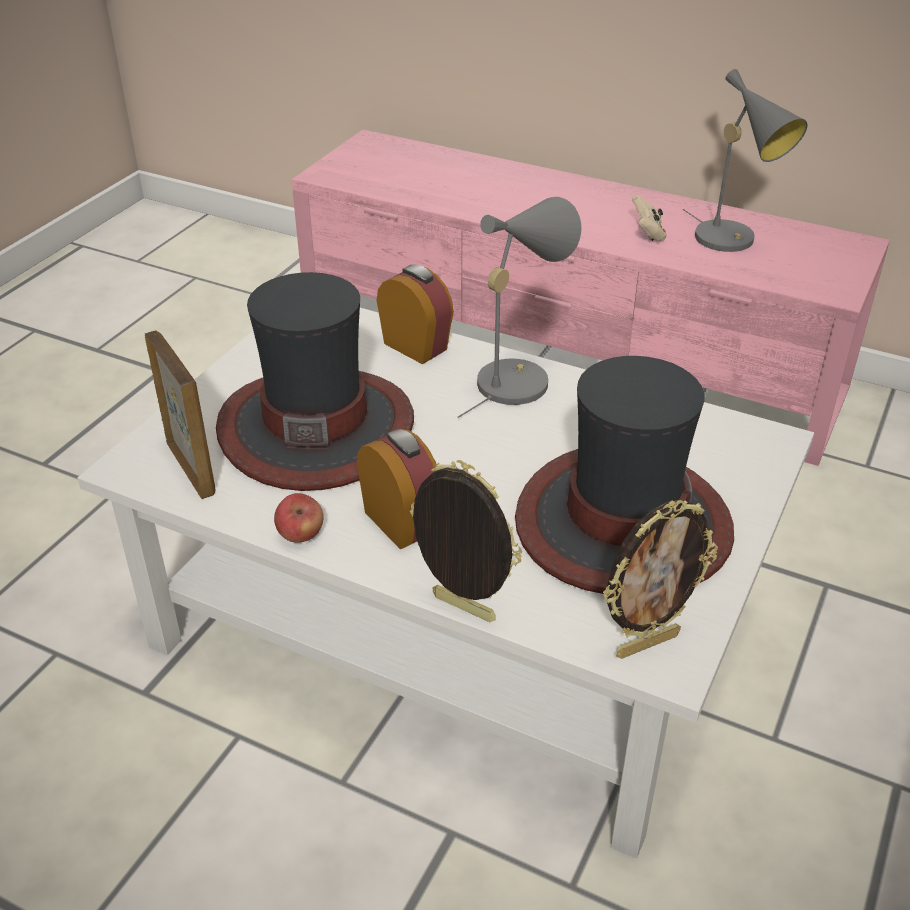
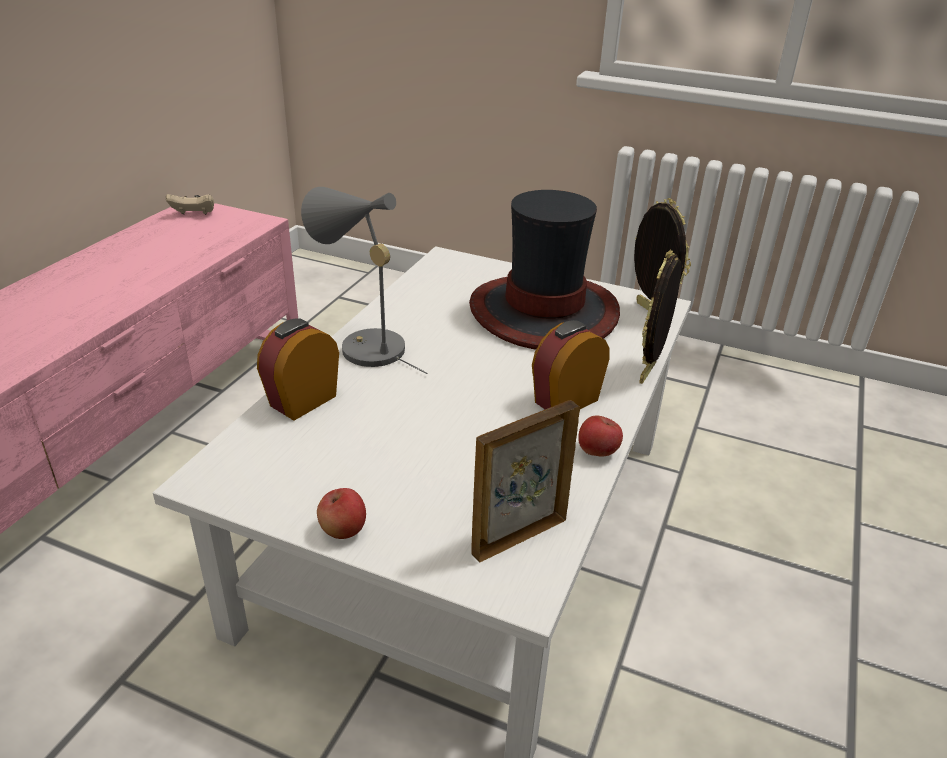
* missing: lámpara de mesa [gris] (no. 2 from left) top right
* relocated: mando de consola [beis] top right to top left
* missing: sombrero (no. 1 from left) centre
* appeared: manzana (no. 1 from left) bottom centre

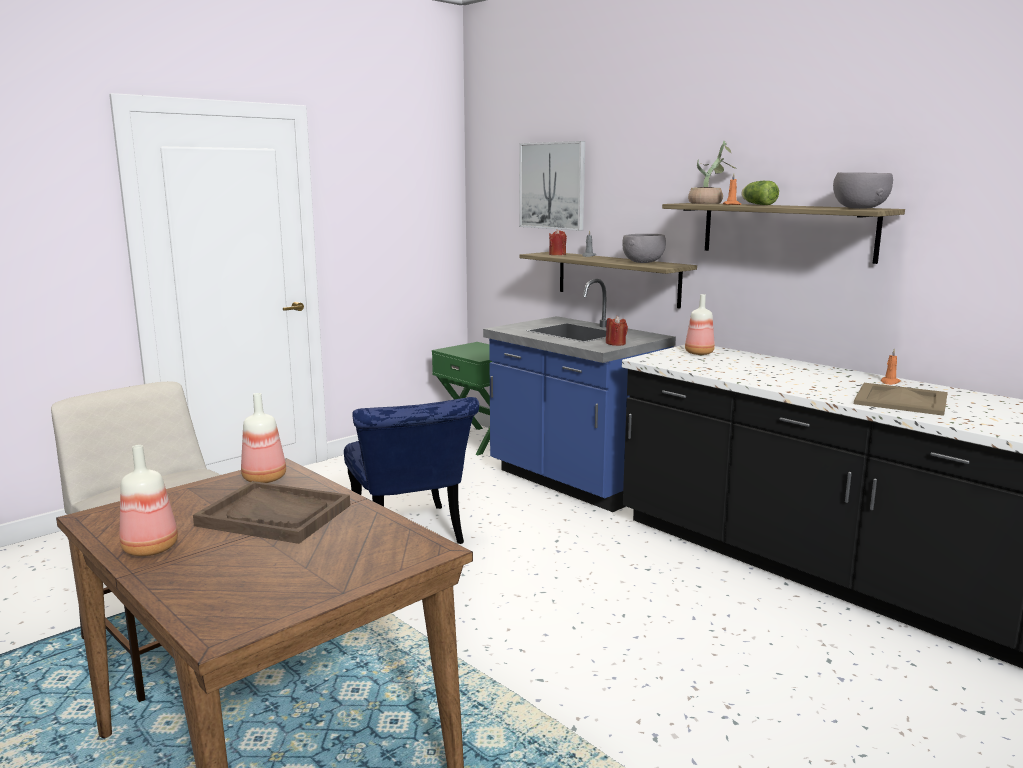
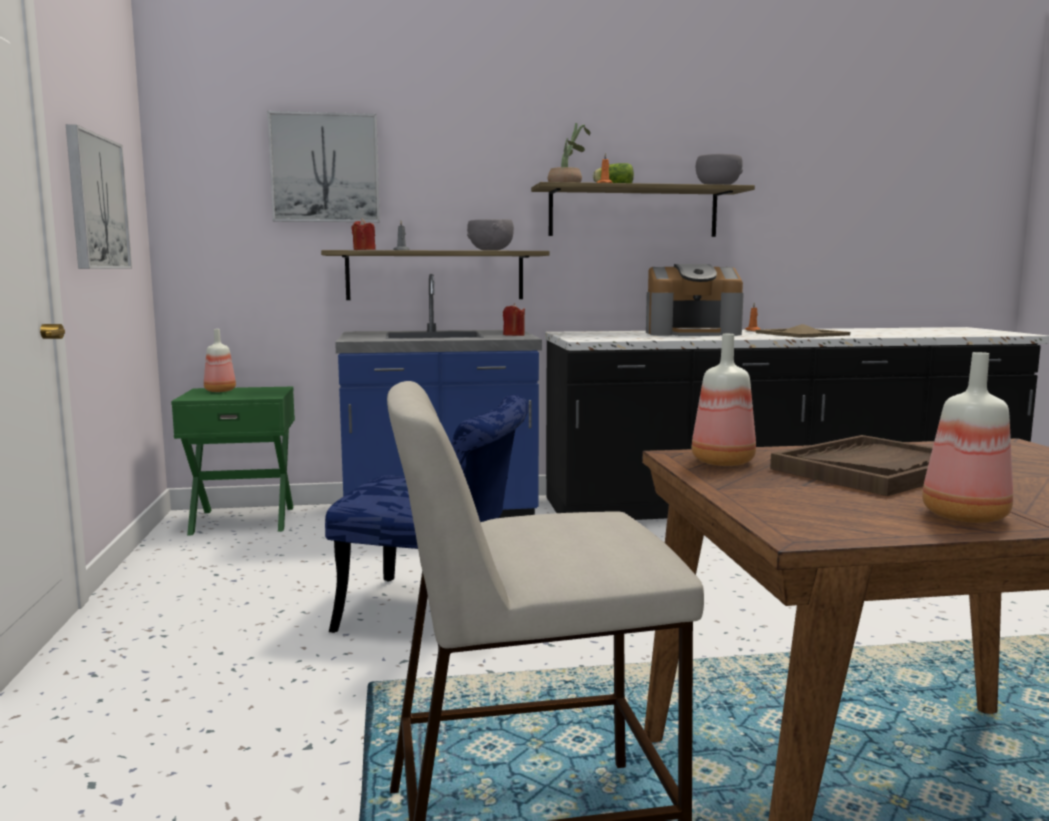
* relocated: botella (no. 3 from left in the first image) middle right to botella (no. 1 from left) middle left
* appeared: cuadro (no. 1 from left) top left
* appeared: cafetera centre

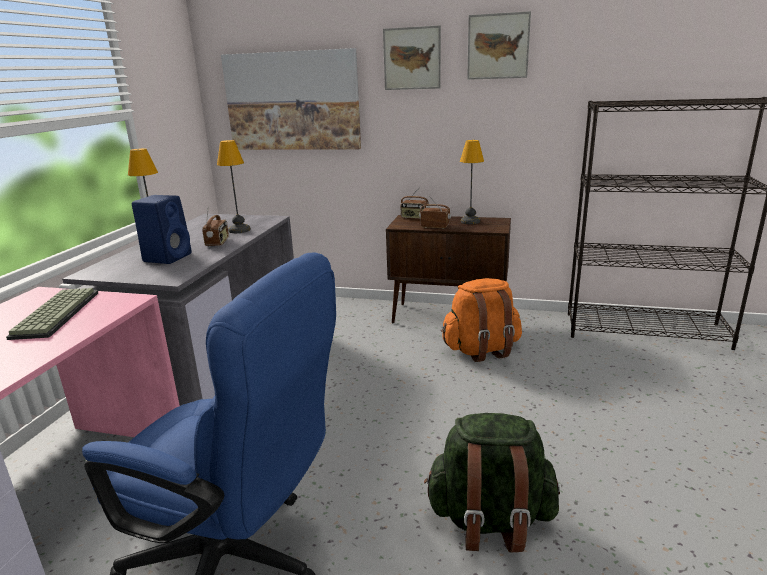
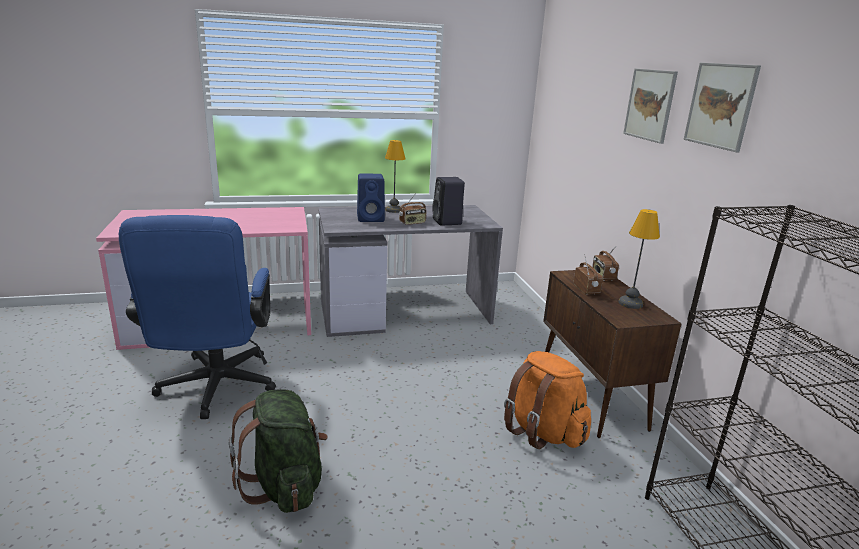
* missing: cuadro (no. 1 from left) top centre
* exchanged: lámpara de mesa (no. 2 from left) top left to altavoz [negro] centre
* missing: teclado middle left

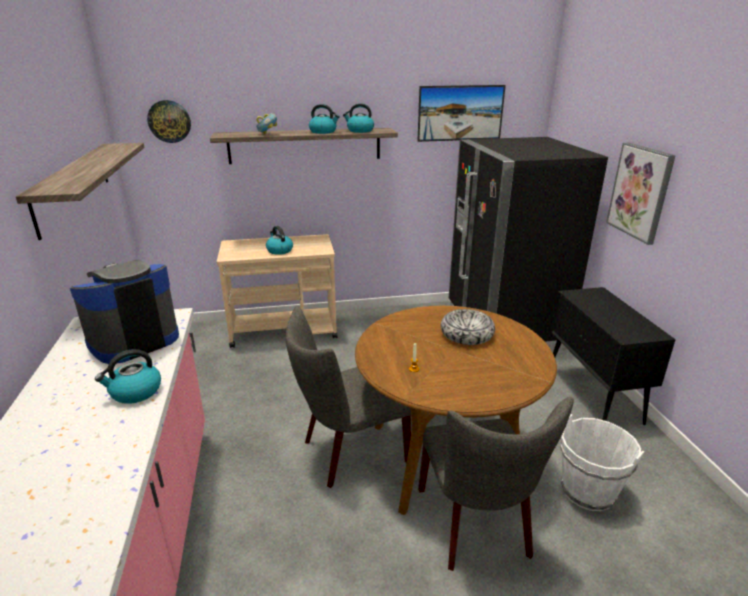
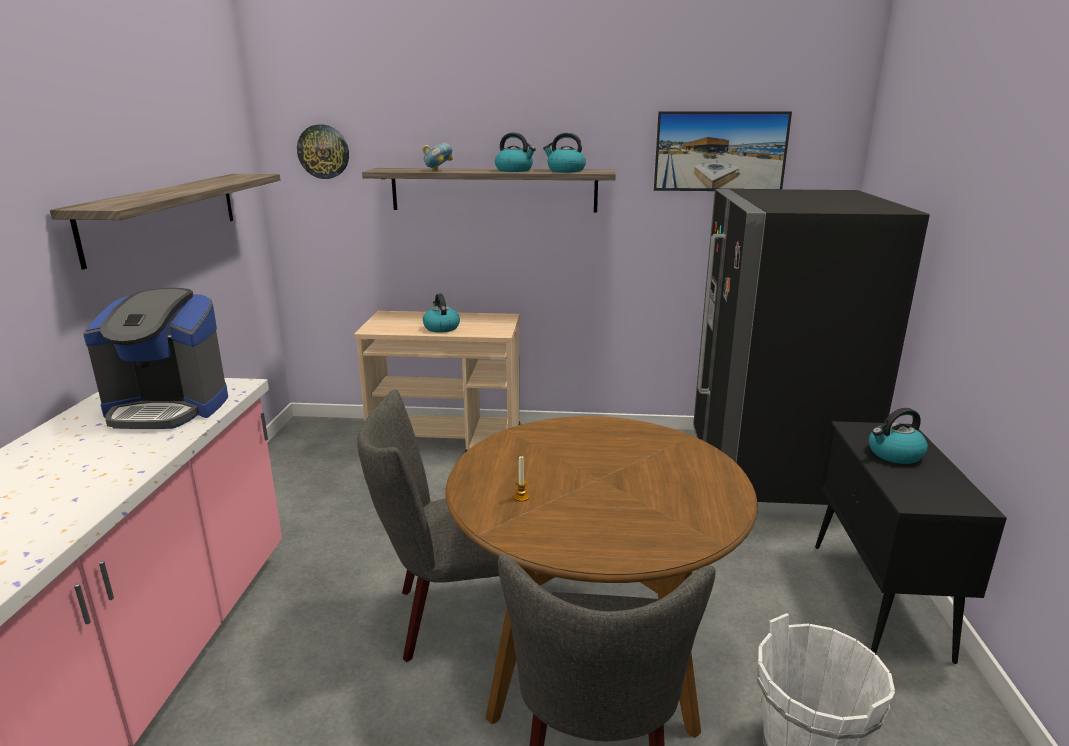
* missing: cuadro (no. 2 from left) top right
* spun: cafetera middle left = middle left 150 degrees counterclockwise
* missing: cuenco (no. 2 from left) centre
* relocated: hervidor (no. 1 from left in the first image) middle left to hervidor (no. 4 from left) middle right

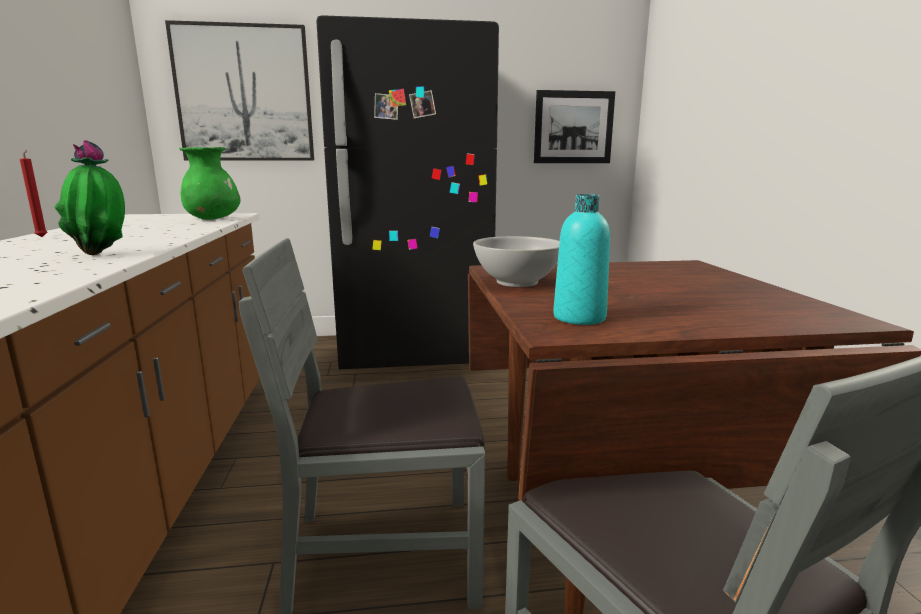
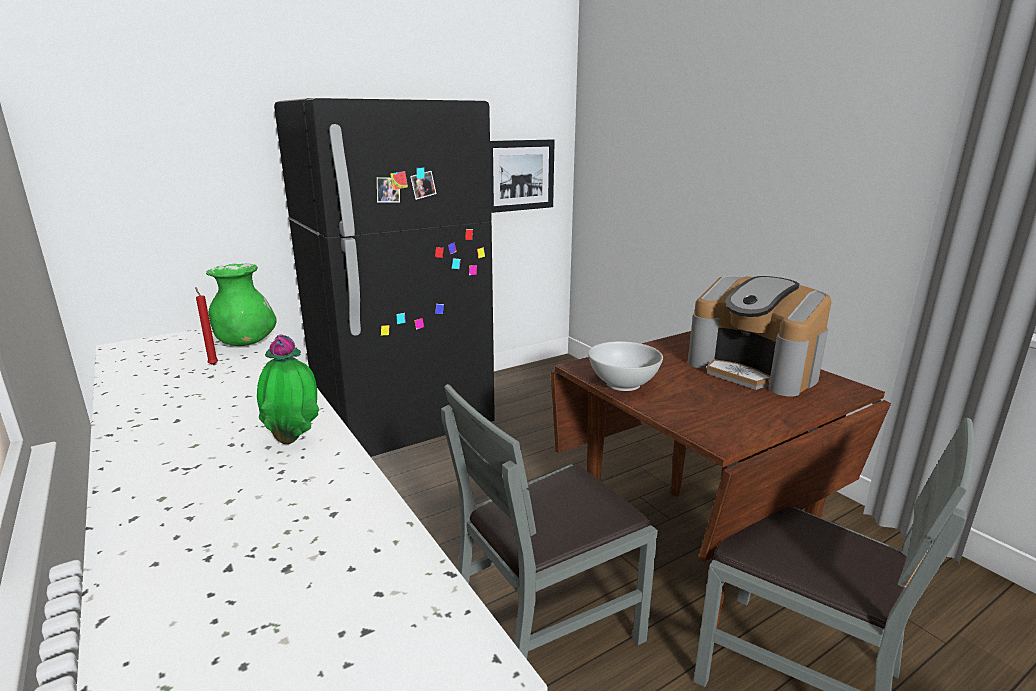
* missing: cuadro (no. 1 from left) top left
* relocated: vela [rojo] top left to middle left
* missing: botella [turquesa] centre
* appeared: cafetera middle right

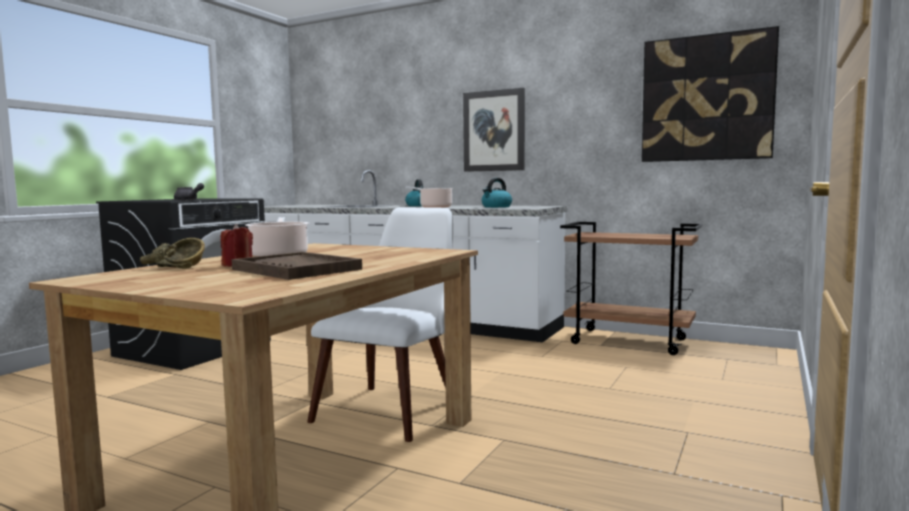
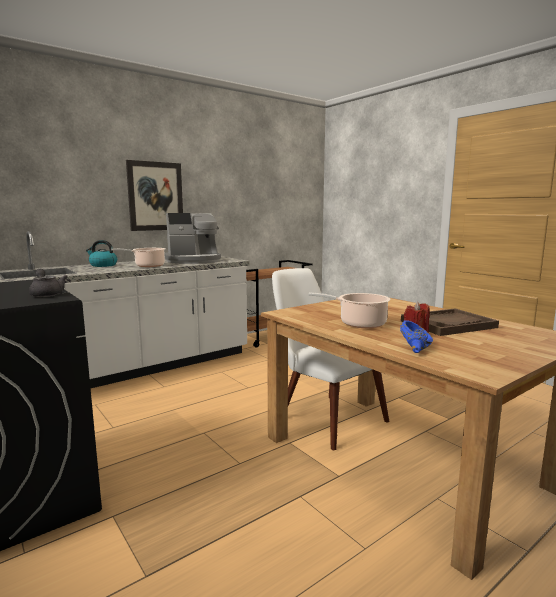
* missing: cuadro (no. 2 from left) top right
* exchanged: hervidor (no. 2 from left) centre to cafetera centre
* colour: cuenco [marrón] middle left to cuenco [azul] middle right

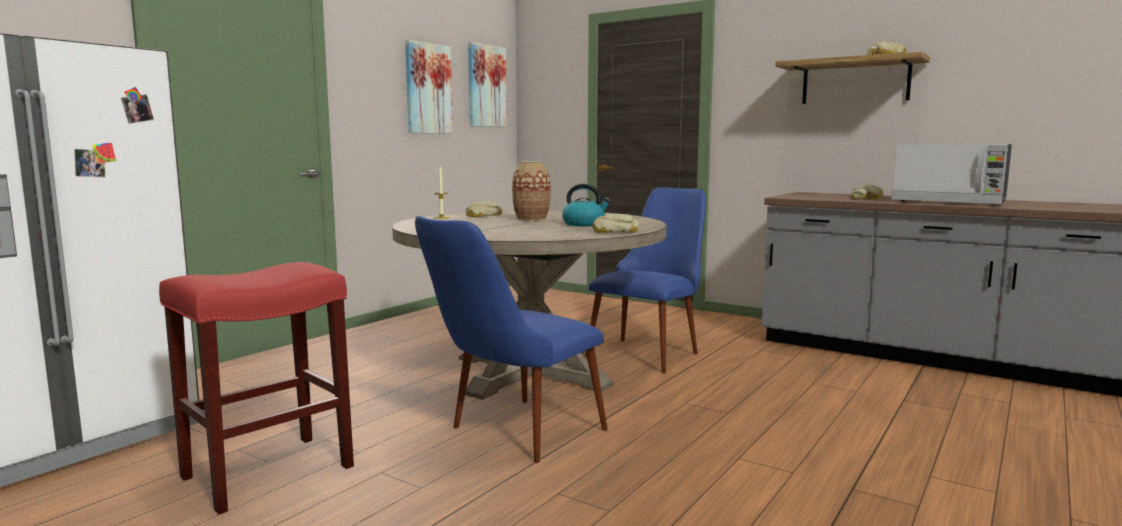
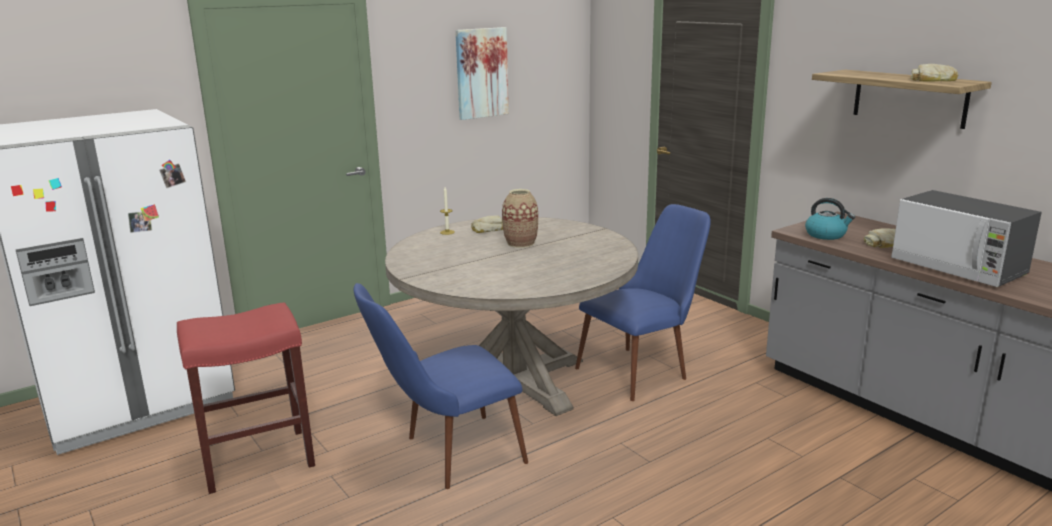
* missing: cuadro (no. 2 from left) top centre
* relocated: hervidor centre to middle right
* missing: pan (no. 2 from left) centre

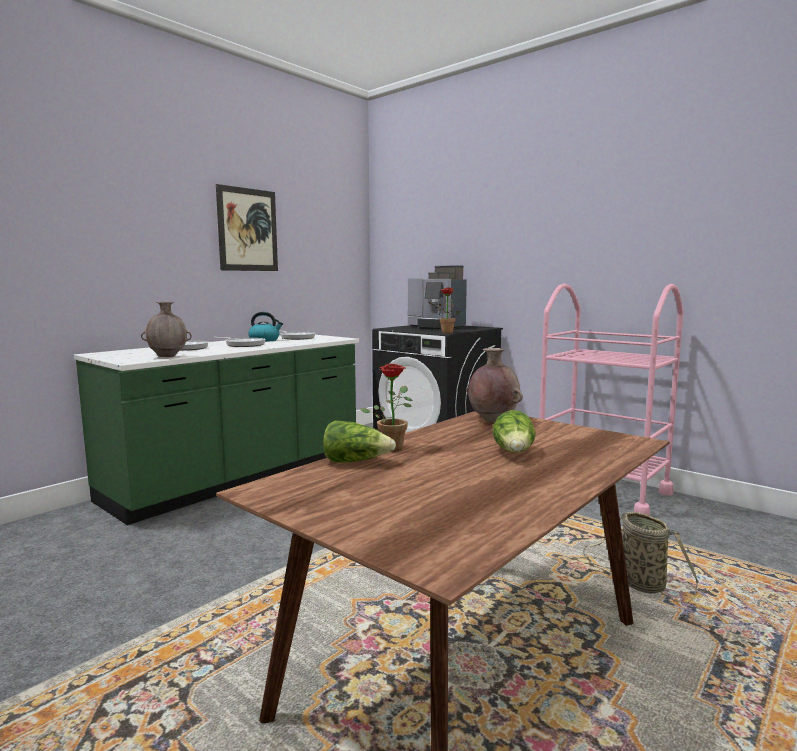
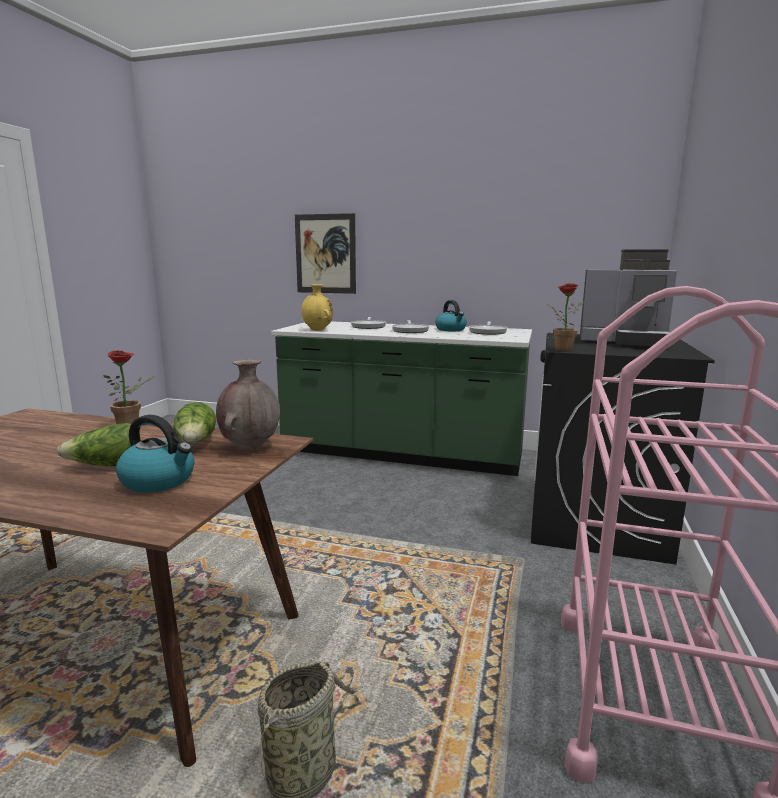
* relocated: cuadro top left to top centre
* spun: cafetera centre = middle right 90 degrees counterclockwise
* colour: florero [marrón] (no. 1 from left) middle left to florero [amarillo] centre
* relocated: lechuga (no. 1 from left in the first image) centre to lechuga (no. 2 from left) middle left
* appeared: hervidor (no. 1 from left) middle left

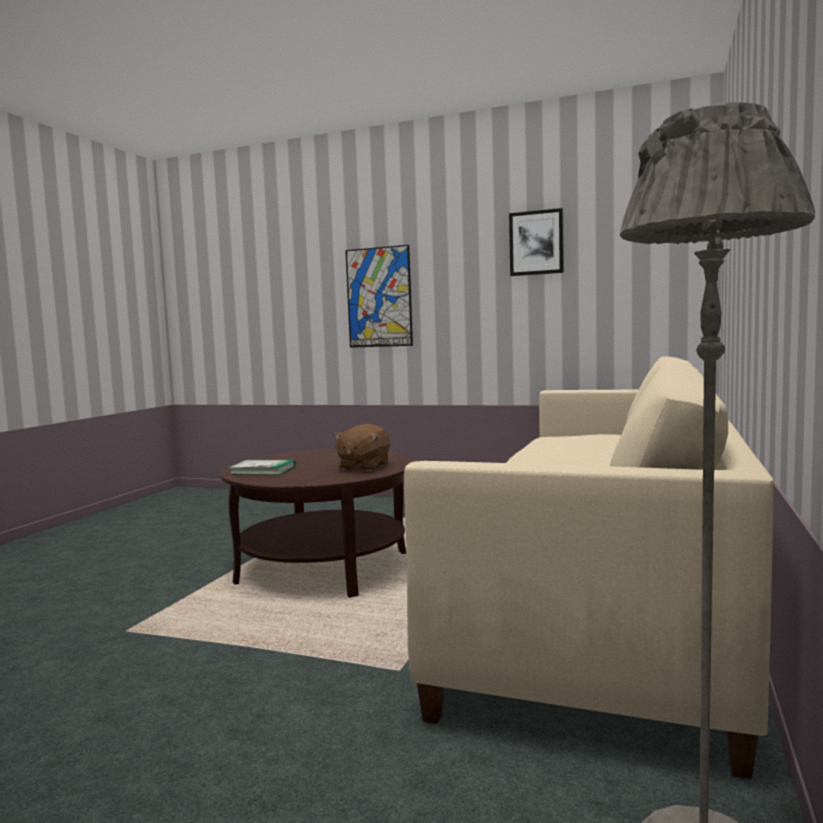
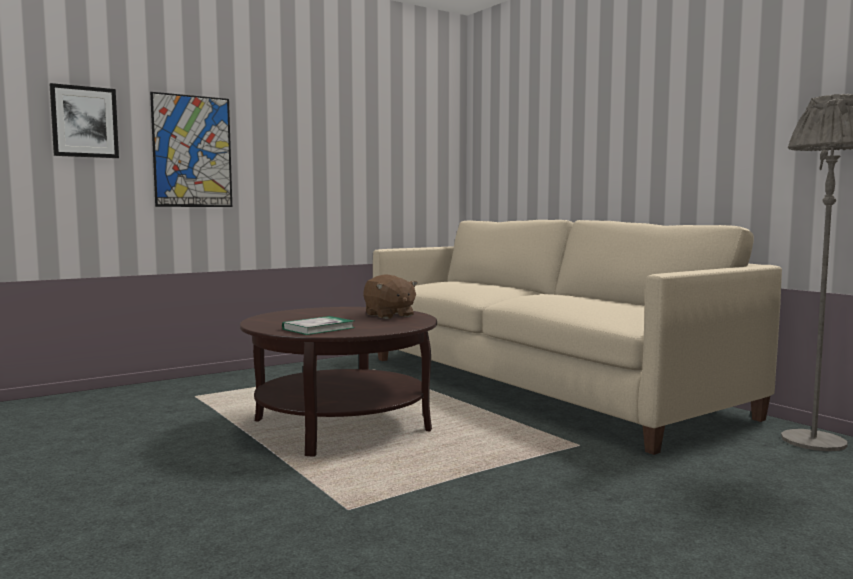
* relocated: cuadro (no. 2 from left in the first image) top centre to cuadro (no. 1 from left) top left

